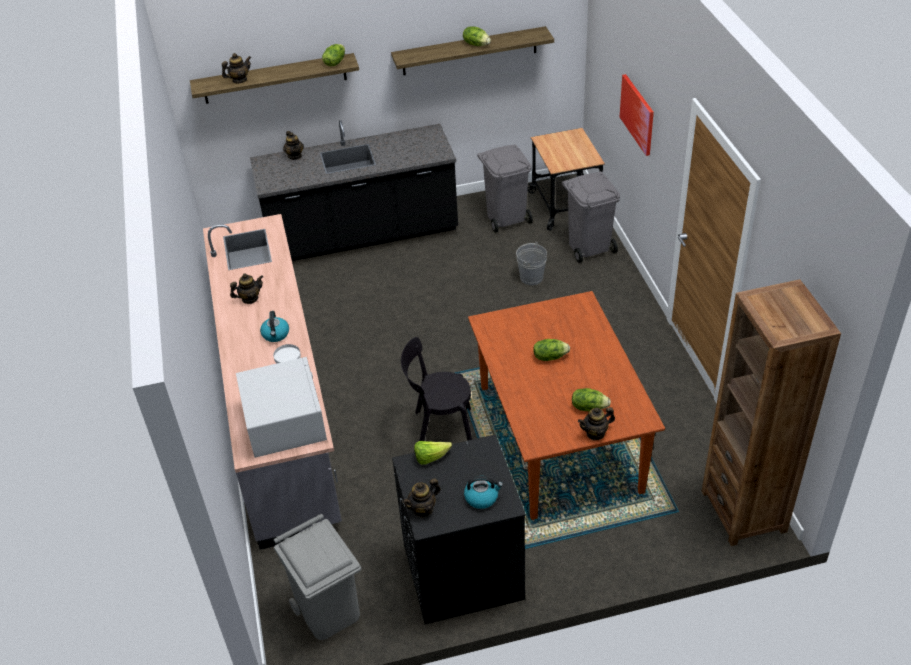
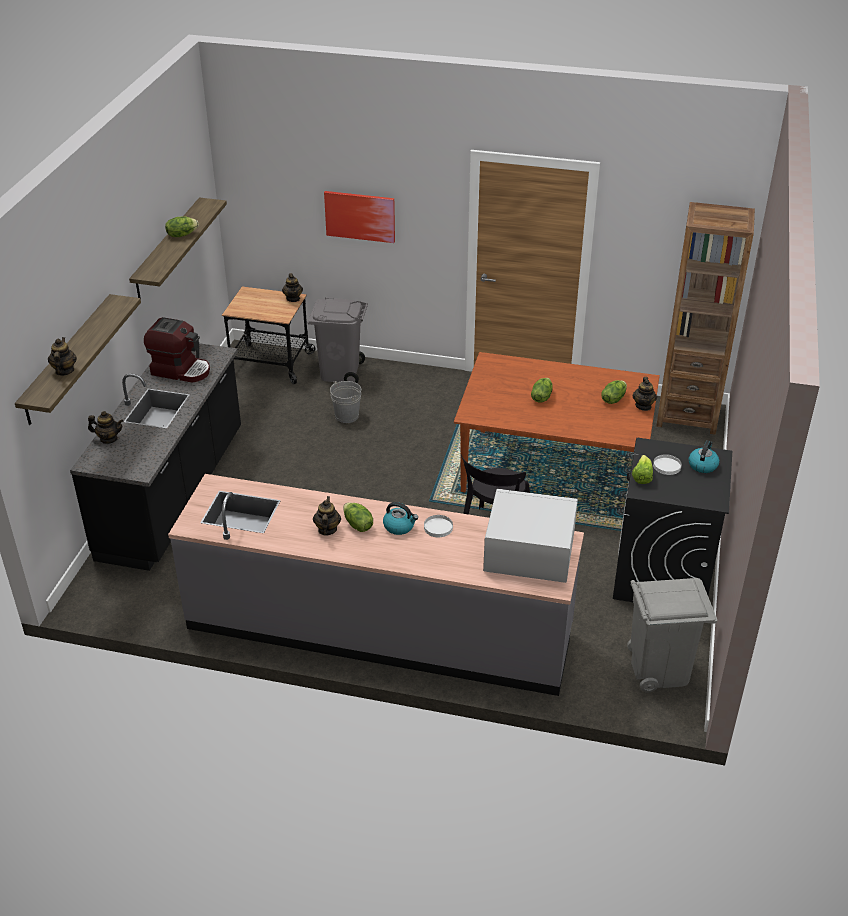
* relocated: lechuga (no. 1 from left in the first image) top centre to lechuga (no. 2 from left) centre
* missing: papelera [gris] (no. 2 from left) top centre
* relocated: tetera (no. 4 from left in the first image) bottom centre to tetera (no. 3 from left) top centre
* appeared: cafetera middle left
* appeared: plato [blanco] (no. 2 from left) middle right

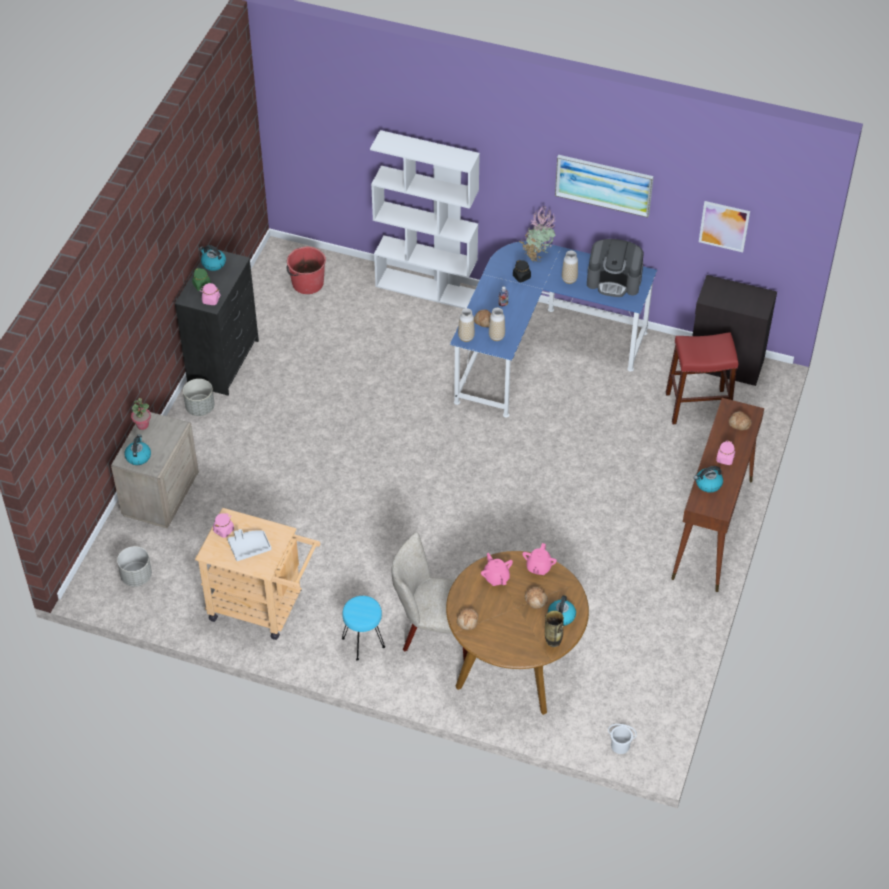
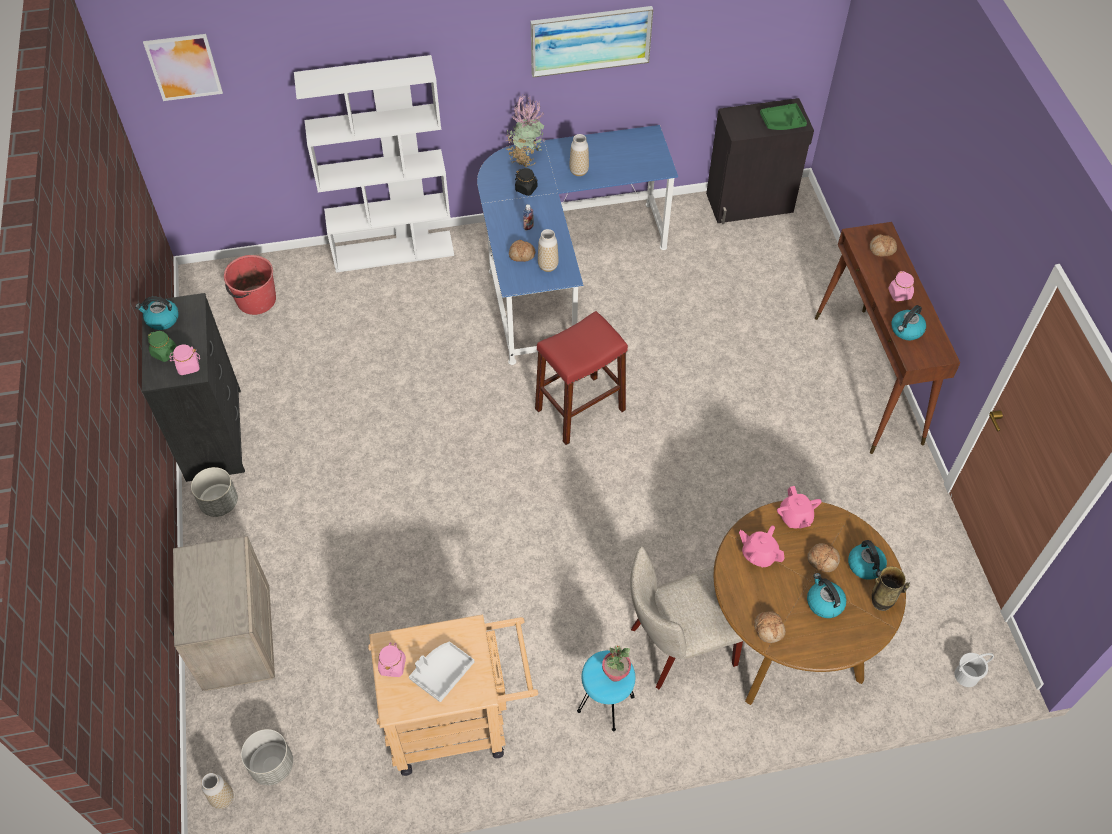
* relocated: cuadro (no. 2 from left in the first image) top right to cuadro (no. 1 from left) top left
* missing: cafetera top right
* relocated: florero (no. 1 from left) centre to bottom left
* relocated: taburete [rojo] middle right to centre
* relocated: planta en maceta (no. 1 from left in the first image) middle left to planta en maceta (no. 2 from left) bottom centre
* relocated: hervidor (no. 1 from left in the first image) middle left to hervidor (no. 2 from left) bottom right
* appeared: bandeja [verde] top right

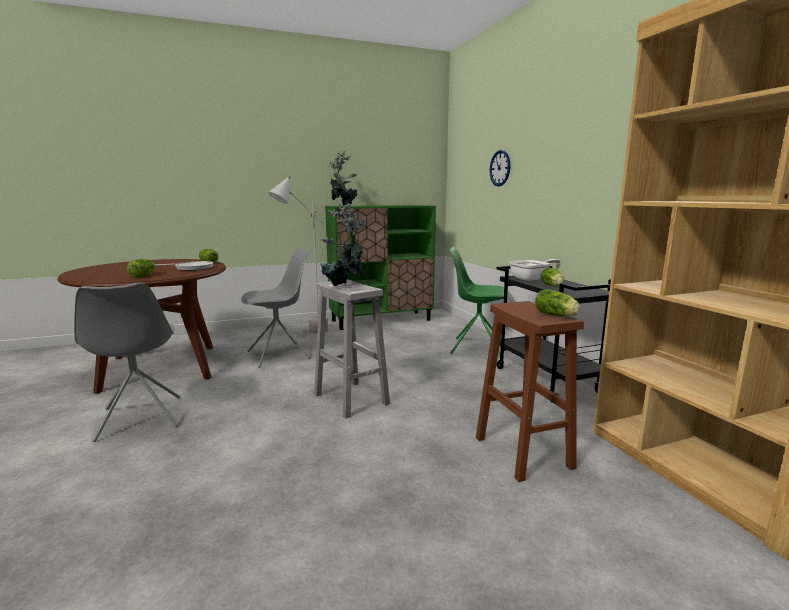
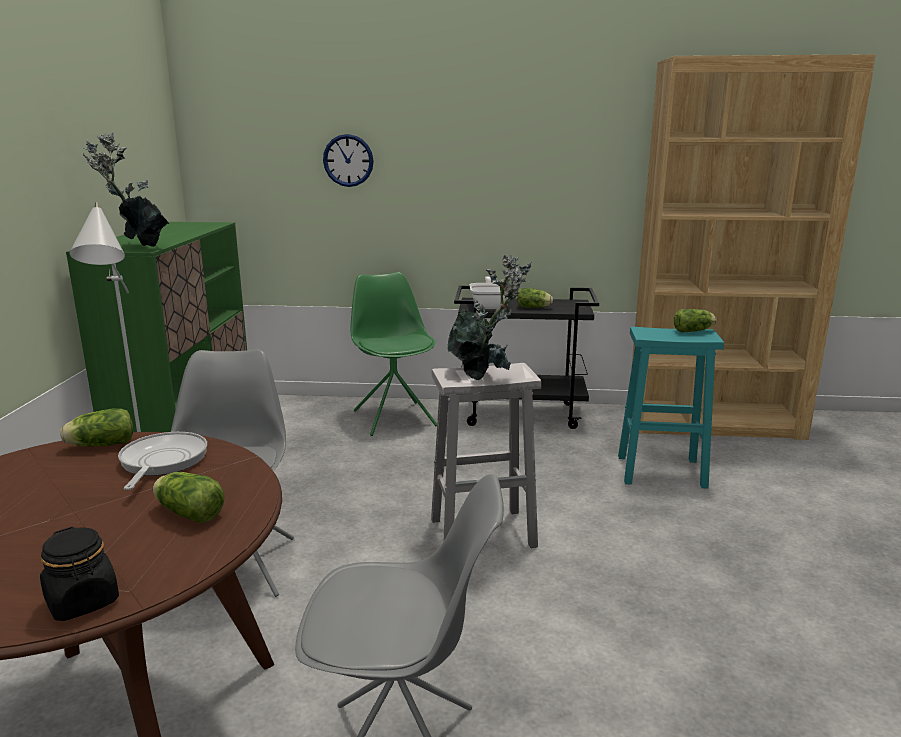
* spun: silla [verde] centre = centre 120 degrees clockwise
* colour: taburete [marrón] middle right to taburete [turquesa] middle right
* appeared: tarro [negro] bottom left

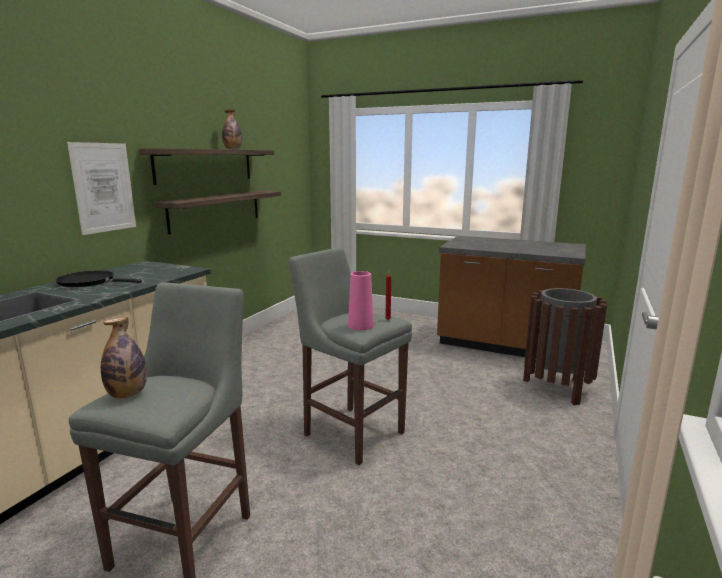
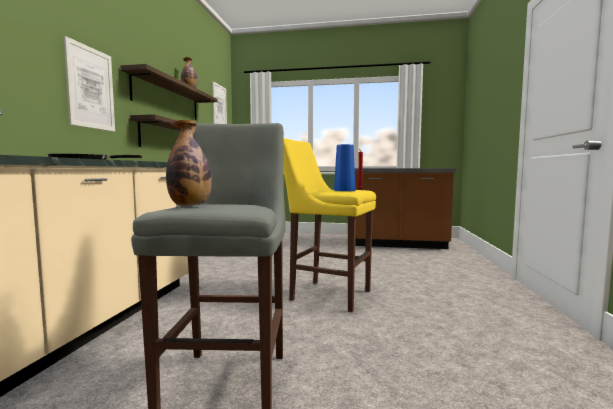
* colour: taburete [gris] (no. 2 from left) centre to taburete [amarillo] centre
* colour: florero [rosa] centre to florero [azul] centre
* missing: papelera [marrón] middle right
* appeared: cuadro (no. 2 from left) top centre

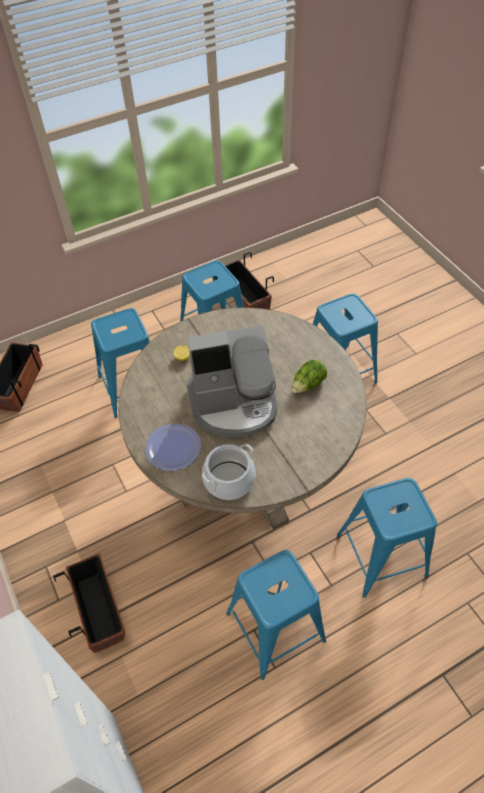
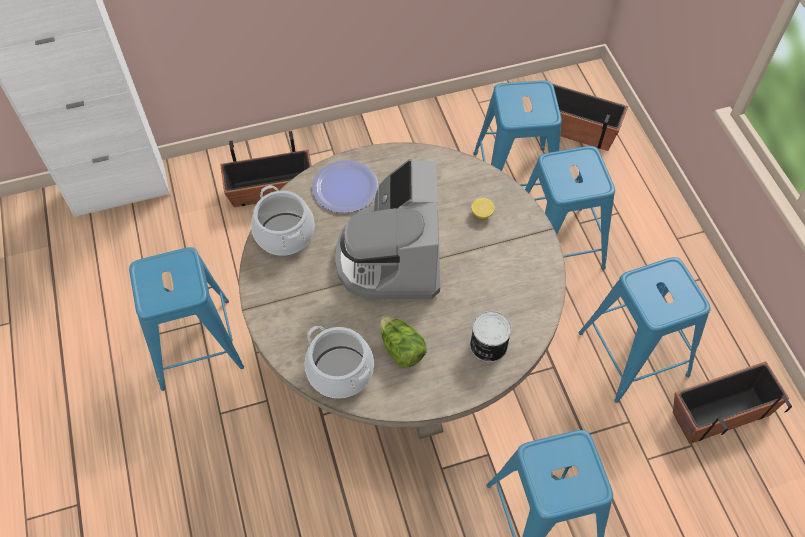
* relocated: taburete [azul] (no. 5 from left in the first image) bottom right to taburete [azul] (no. 2 from left) top centre
* appeared: lata centre
* appeared: olla (no. 2 from left) bottom centre

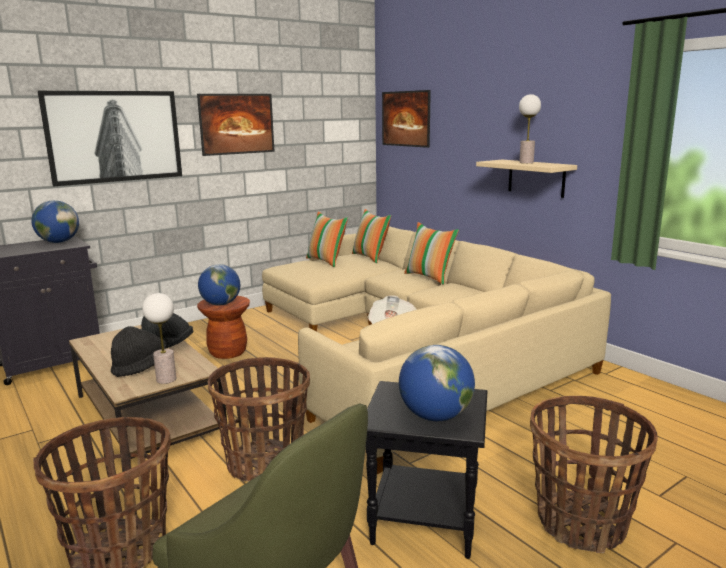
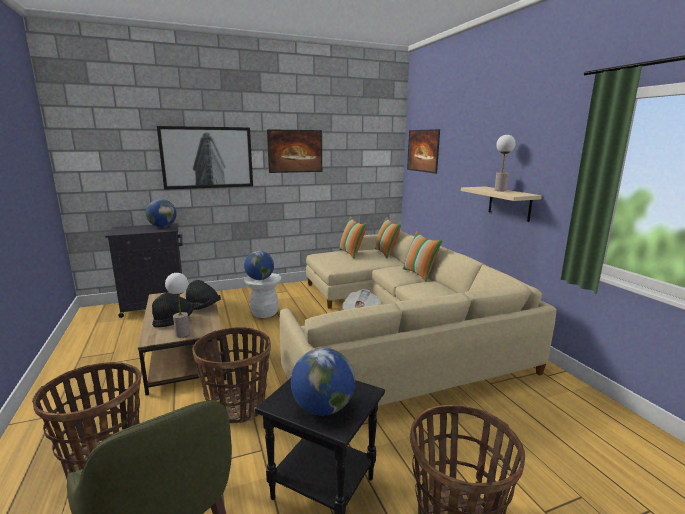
* colour: taburete [marrón] middle left to taburete [blanco] centre

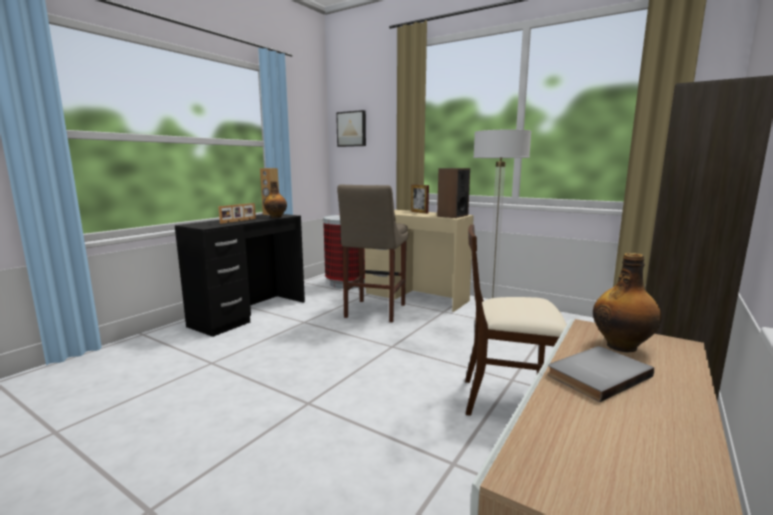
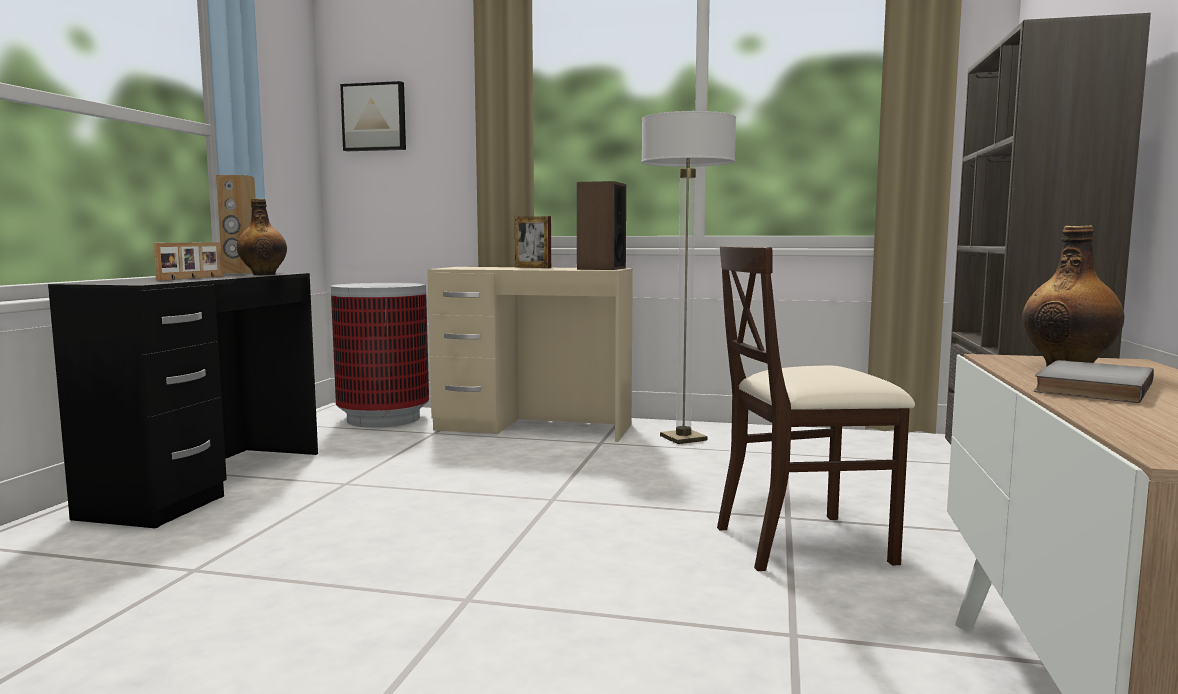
* missing: taburete [beis] centre

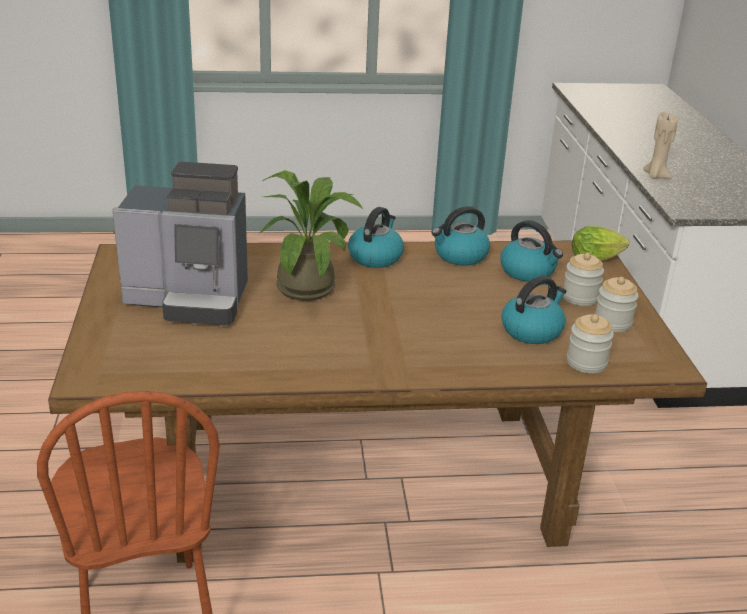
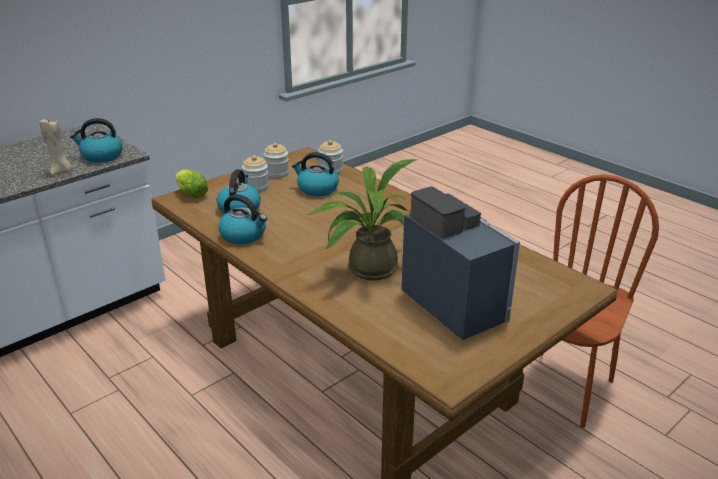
* relocated: hervidor (no. 1 from left) centre to top left

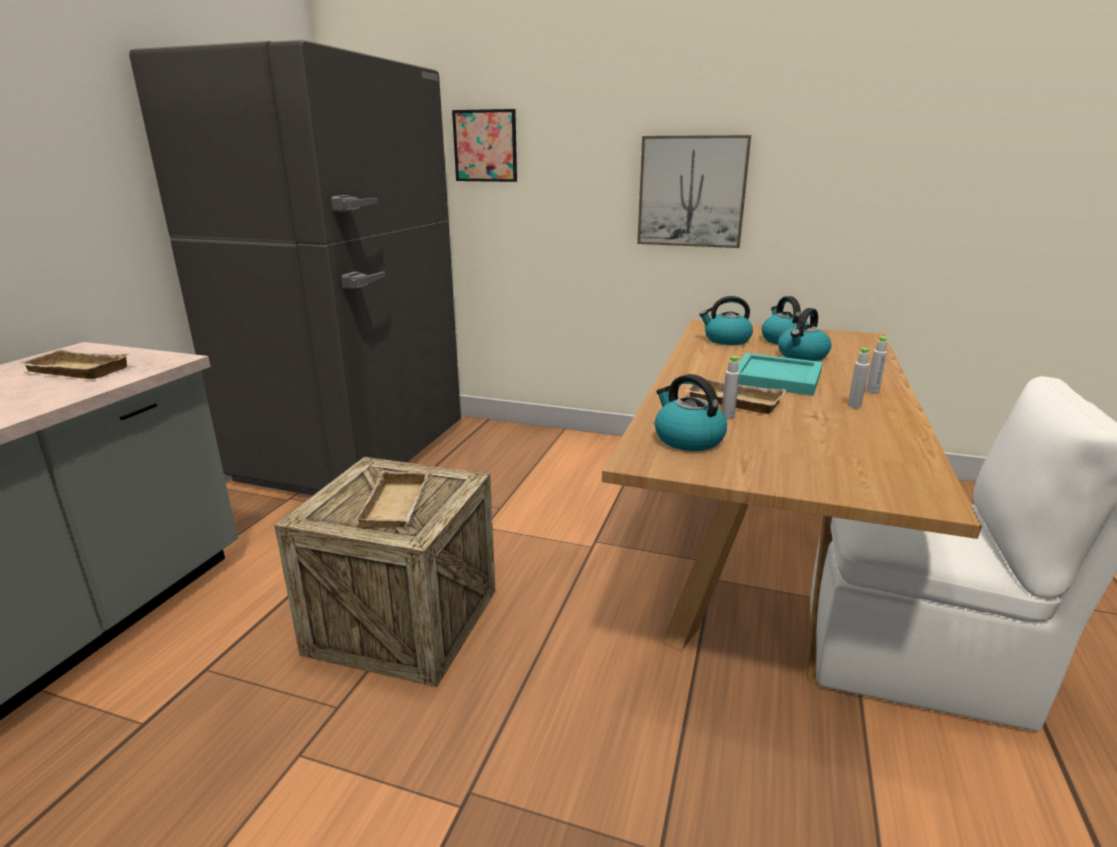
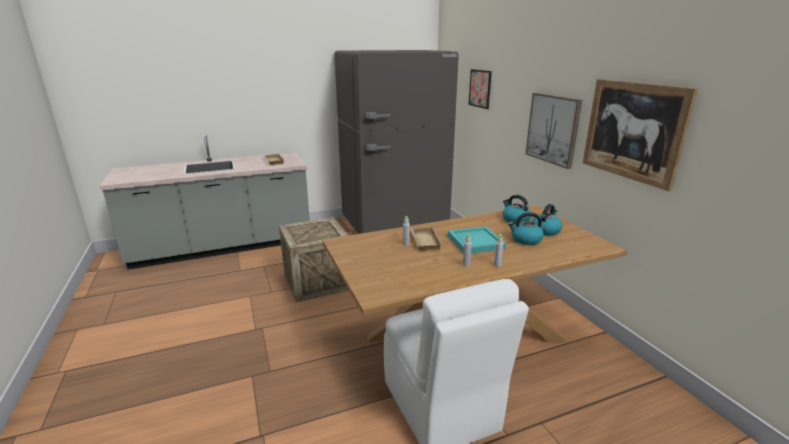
* missing: hervidor (no. 1 from left) centre
* missing: bandeja [beis] (no. 2 from left) centre
* appeared: cuadro (no. 3 from left) top right

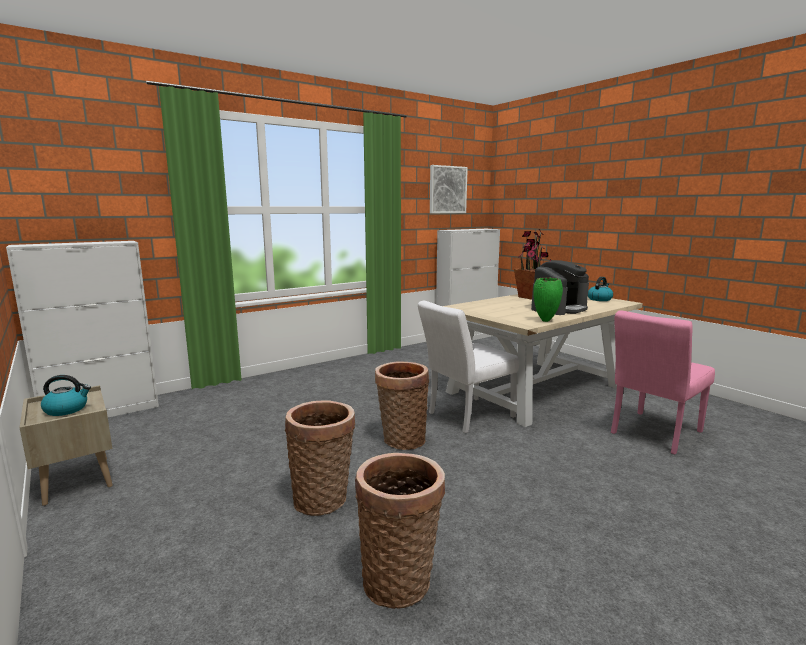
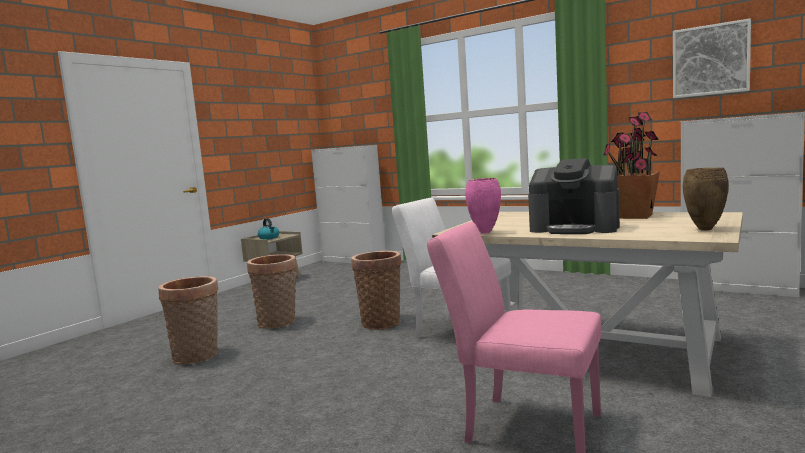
* exchanged: hervidor (no. 2 from left) middle right to florero [marrón] middle right
* colour: florero [verde] middle right to florero [rosa] centre

